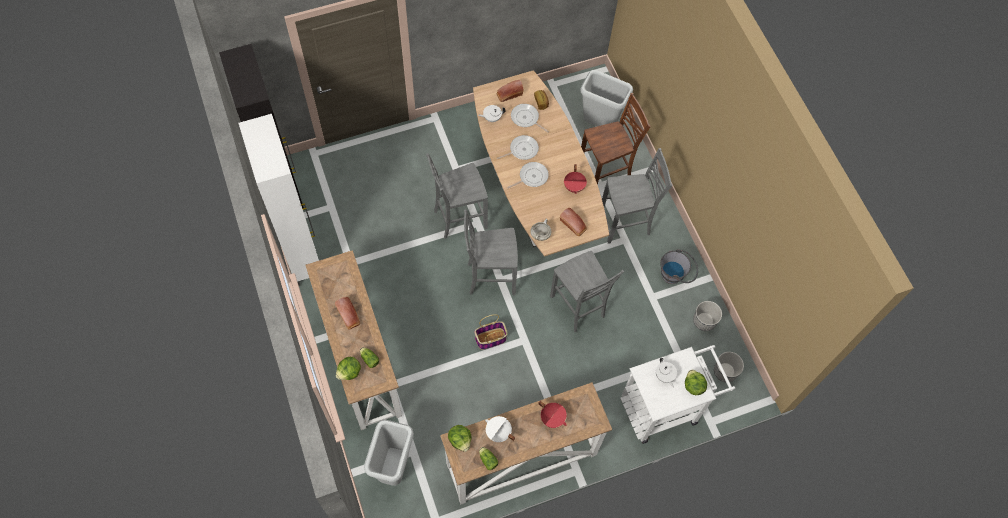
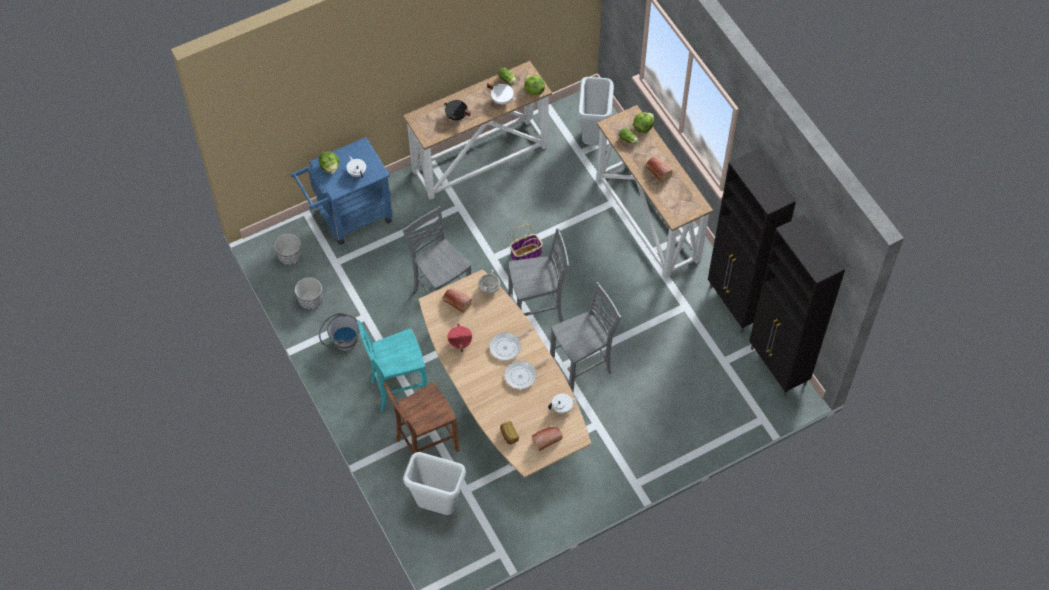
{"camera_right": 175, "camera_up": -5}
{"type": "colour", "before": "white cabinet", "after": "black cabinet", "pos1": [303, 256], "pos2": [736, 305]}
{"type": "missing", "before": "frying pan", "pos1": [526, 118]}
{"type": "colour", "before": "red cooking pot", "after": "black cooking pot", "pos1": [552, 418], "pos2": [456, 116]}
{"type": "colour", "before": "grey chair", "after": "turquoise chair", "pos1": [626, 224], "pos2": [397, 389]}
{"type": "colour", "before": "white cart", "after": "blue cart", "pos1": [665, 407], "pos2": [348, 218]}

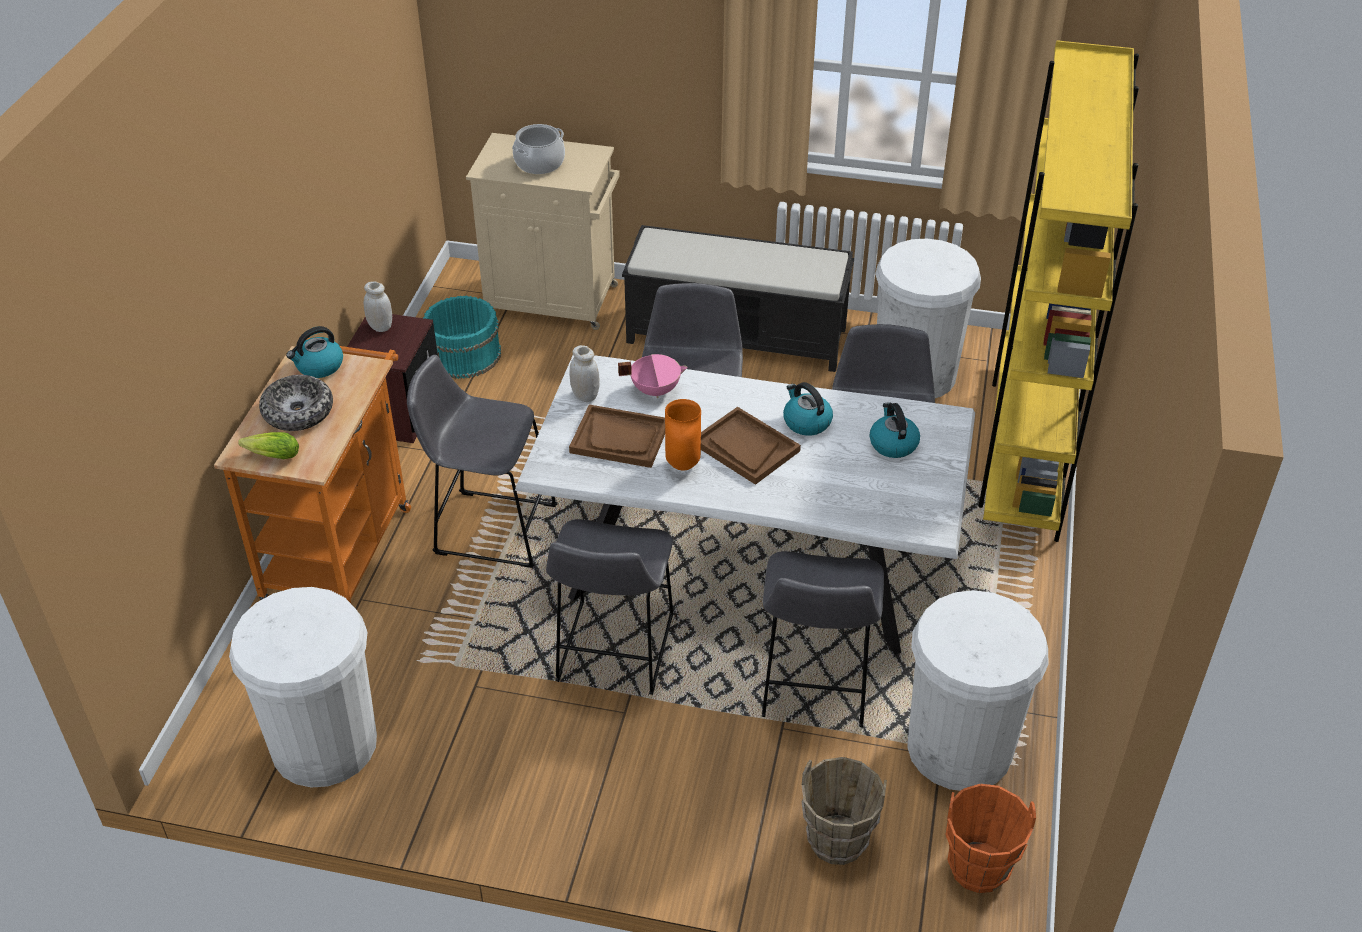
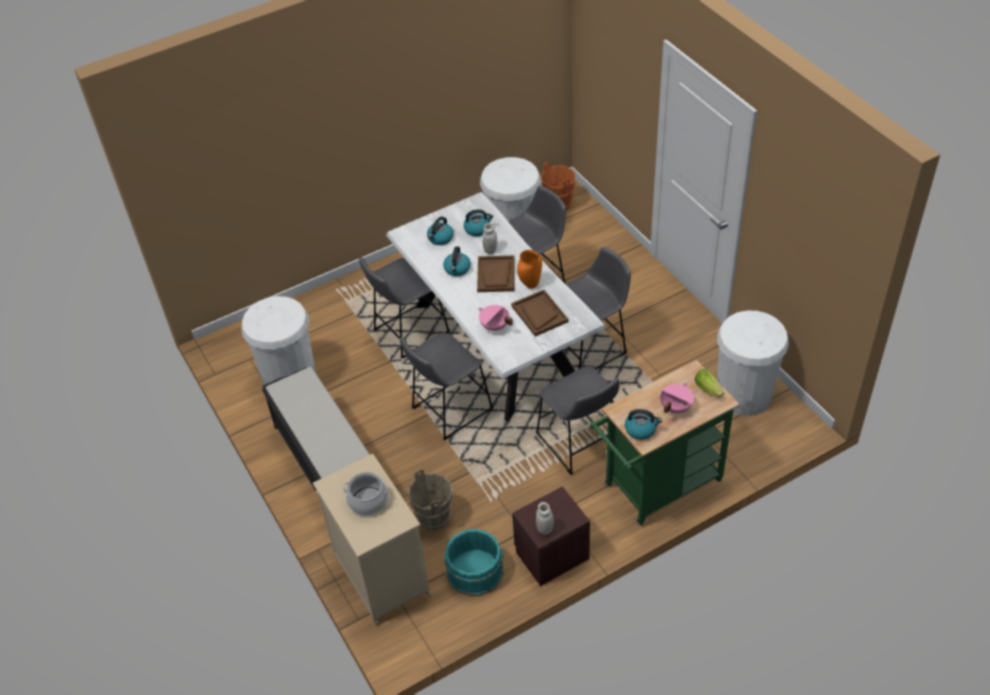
{"camera_right": -130, "camera_up": 5}
{"type": "colour", "before": "orange cart", "after": "green cart", "pos1": [341, 547], "pos2": [657, 487]}
{"type": "exchanged", "before": "bowl", "after": "pink cooking pot", "pos1": [298, 411], "pos2": [675, 407]}
{"type": "relocated", "before": "white jar", "pos1": [585, 396], "pos2": [490, 250]}
{"type": "relocated", "before": "brown bucket", "pos1": [837, 842], "pos2": [434, 517]}
{"type": "missing", "before": "yellow bookcase", "pos1": [1025, 449]}
{"type": "appeared", "after": "kettle", "pos2": [477, 229]}

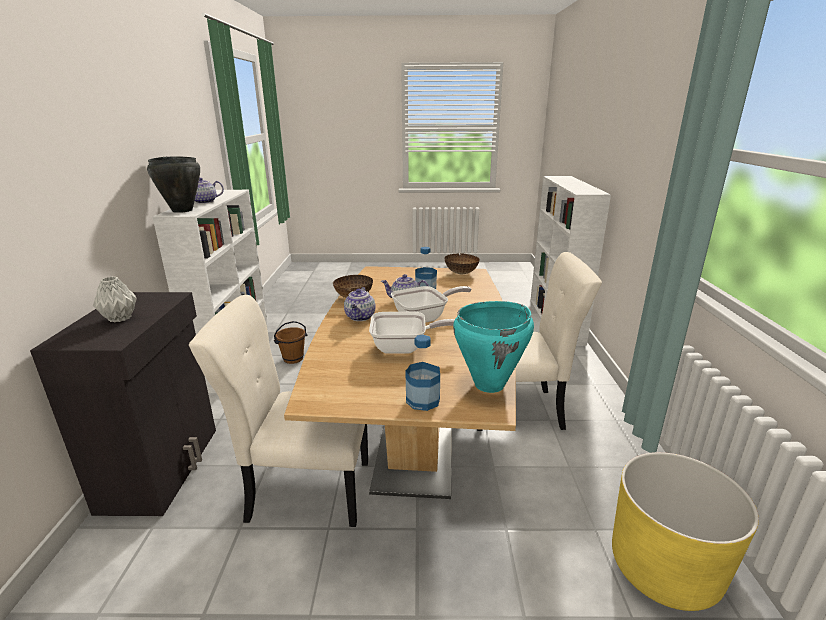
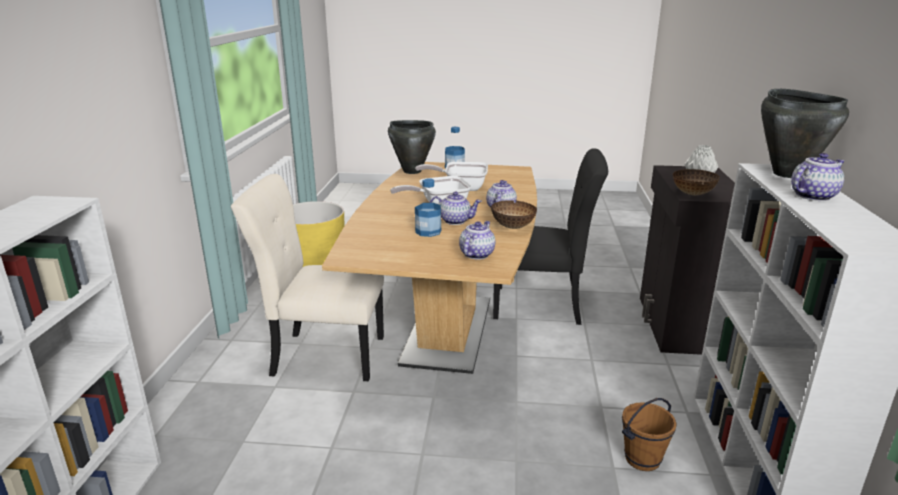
{"camera_right": -175, "camera_up": 0}
{"type": "colour", "before": "beige chair", "after": "black chair", "pos1": [304, 489], "pos2": [541, 306]}
{"type": "relocated", "before": "bowl", "pos1": [461, 273], "pos2": [692, 194]}
{"type": "colour", "before": "turquoise cooking pot", "after": "black cooking pot", "pos1": [490, 385], "pos2": [412, 171]}
{"type": "appeared", "after": "teapot", "pos2": [476, 254]}

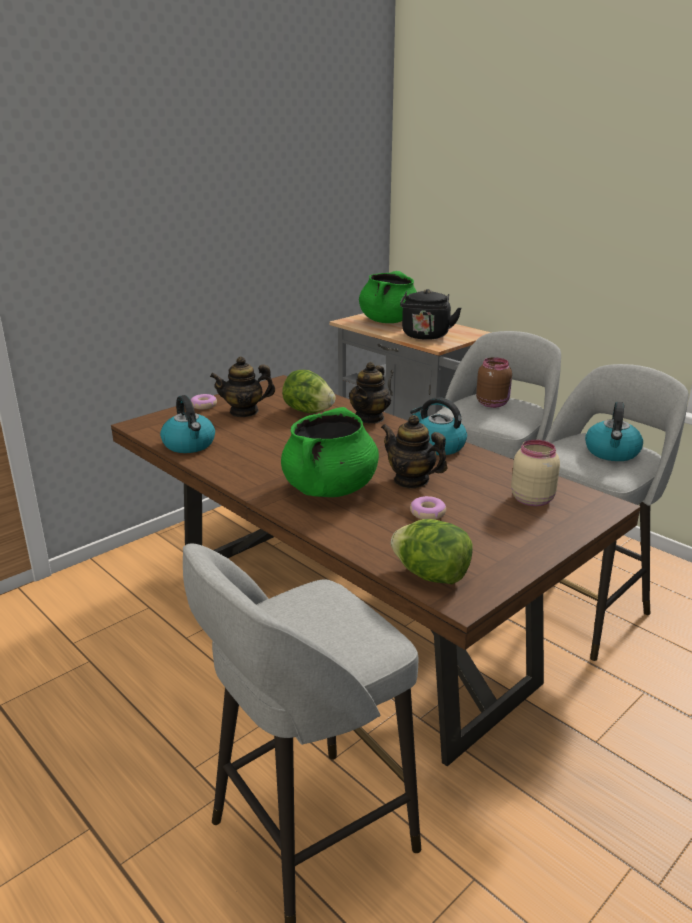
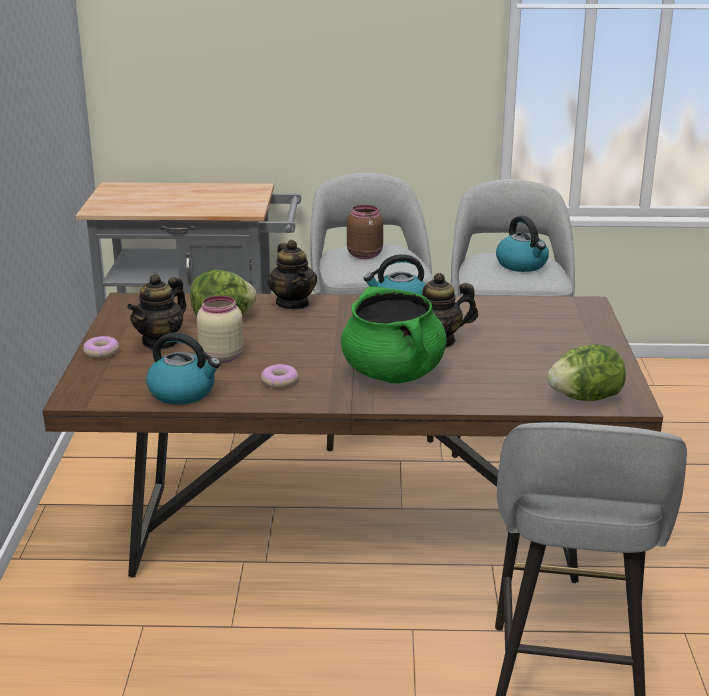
{"camera_right": -45, "camera_up": 0}
{"type": "missing", "before": "green cooking pot", "pos1": [388, 321]}
{"type": "missing", "before": "black kettle", "pos1": [425, 336]}
{"type": "relocated", "before": "donut", "pos1": [427, 513], "pos2": [279, 381]}
{"type": "relocated", "before": "beige jar", "pos1": [532, 499], "pos2": [220, 356]}

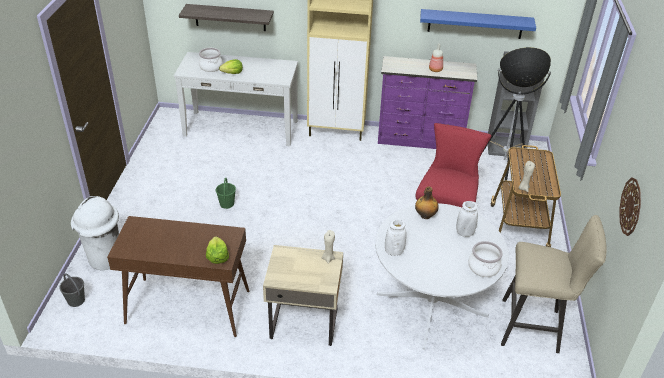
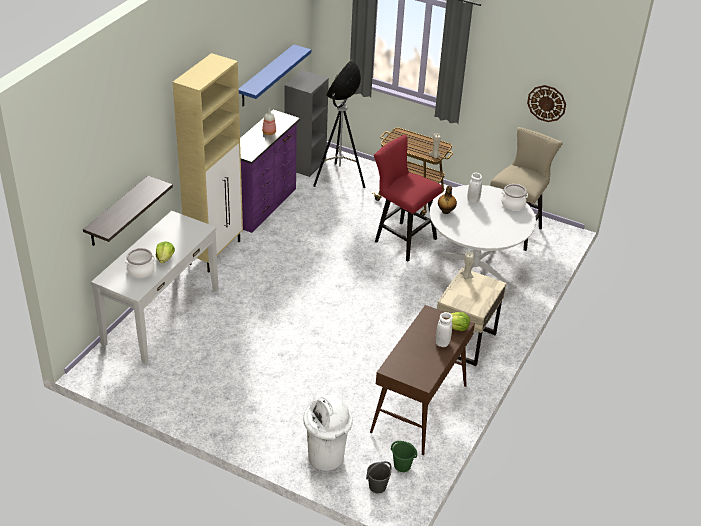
{"camera_right": -70, "camera_up": 0}
{"type": "relocated", "before": "green bucket", "pos1": [227, 203], "pos2": [402, 465]}
{"type": "relocated", "before": "white vase", "pos1": [394, 251], "pos2": [442, 342]}

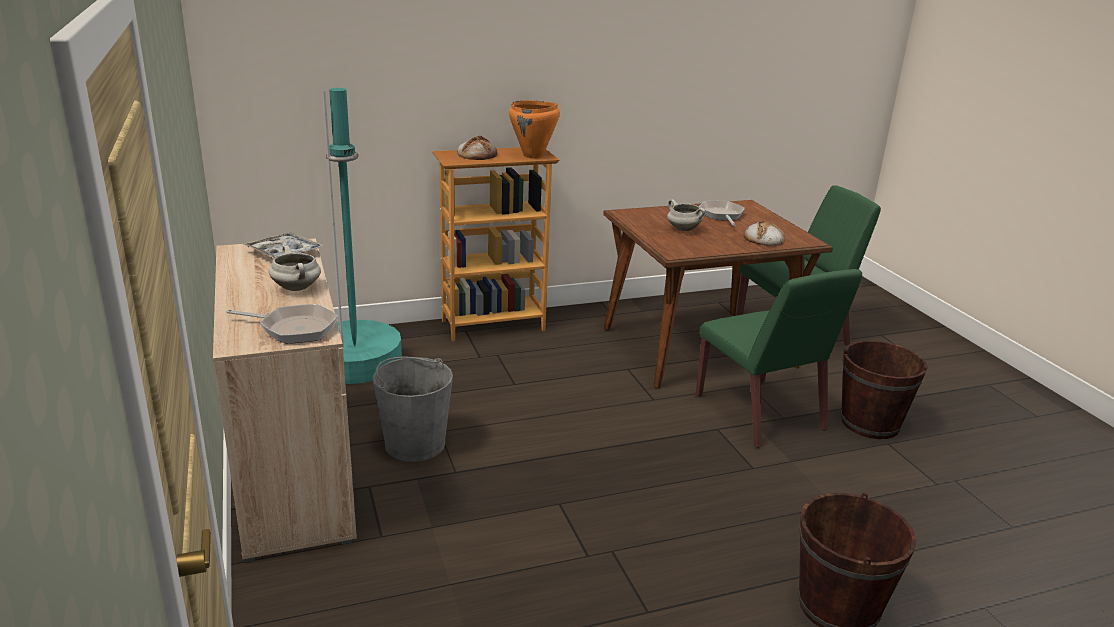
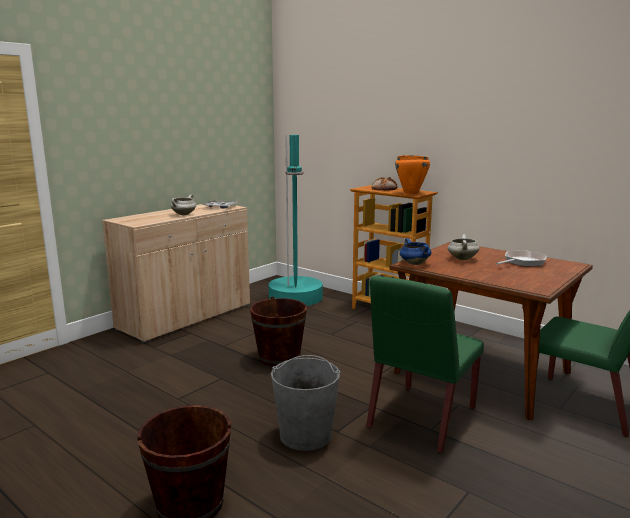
{"camera_right": 60, "camera_up": -10}
{"type": "missing", "before": "frying pan", "pos1": [294, 328]}
{"type": "relocated", "before": "grey bucket", "pos1": [414, 444], "pos2": [306, 434]}
{"type": "missing", "before": "bread", "pos1": [763, 239]}
{"type": "relocated", "before": "brown bucket", "pos1": [870, 423], "pos2": [279, 357]}
{"type": "appeared", "after": "blue cooking pot", "pos2": [414, 264]}

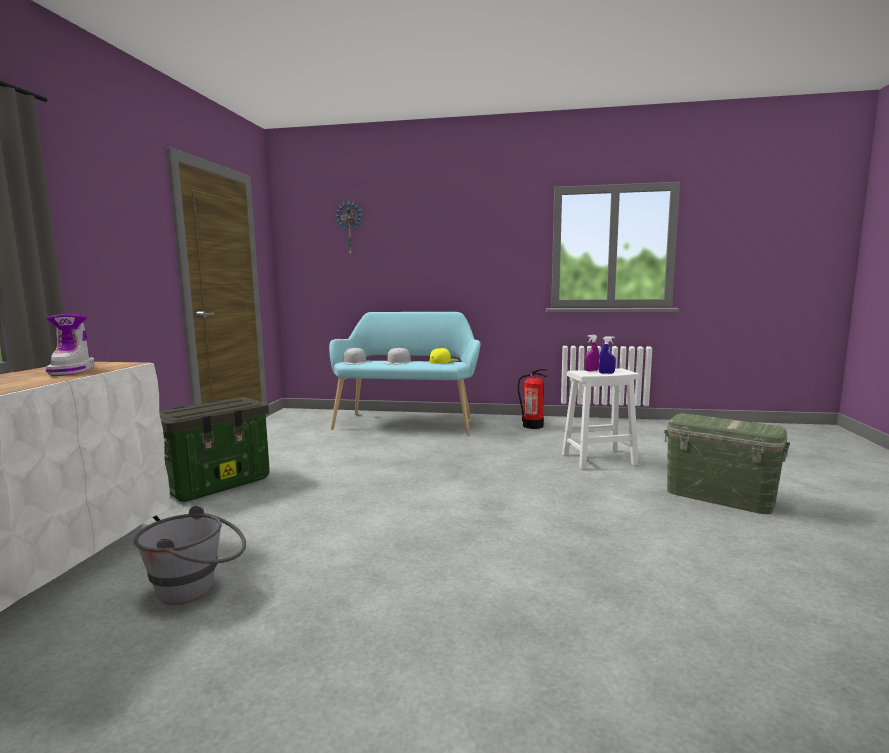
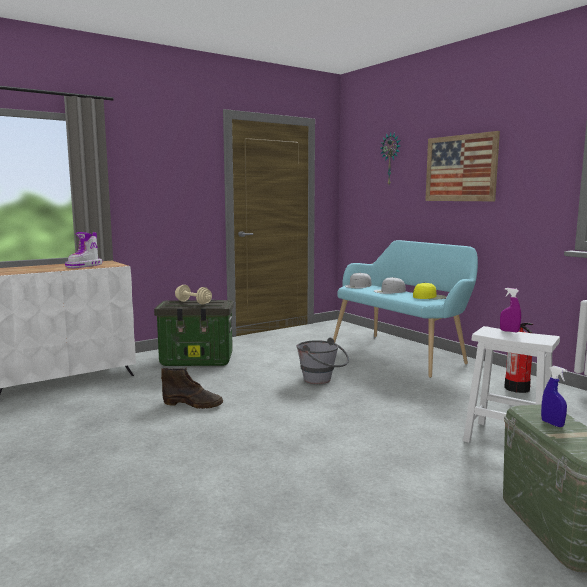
{"camera_right": 45, "camera_up": 0}
{"type": "relocated", "before": "grey bucket", "pos1": [198, 588], "pos2": [322, 380]}
{"type": "relocated", "before": "blue spray bottle", "pos1": [606, 373], "pos2": [552, 424]}
{"type": "appeared", "after": "brown boot", "pos2": [193, 404]}
{"type": "appeared", "after": "beige dumbbell", "pos2": [193, 302]}
{"type": "appeared", "after": "picture", "pos2": [460, 168]}

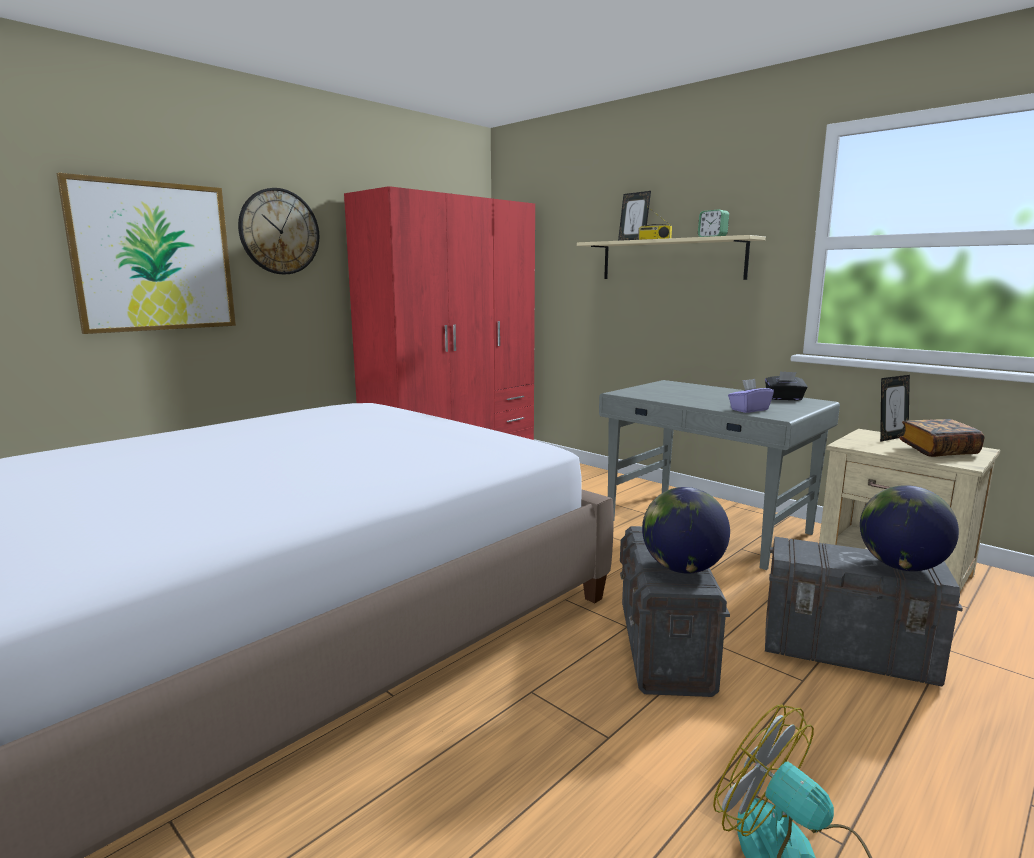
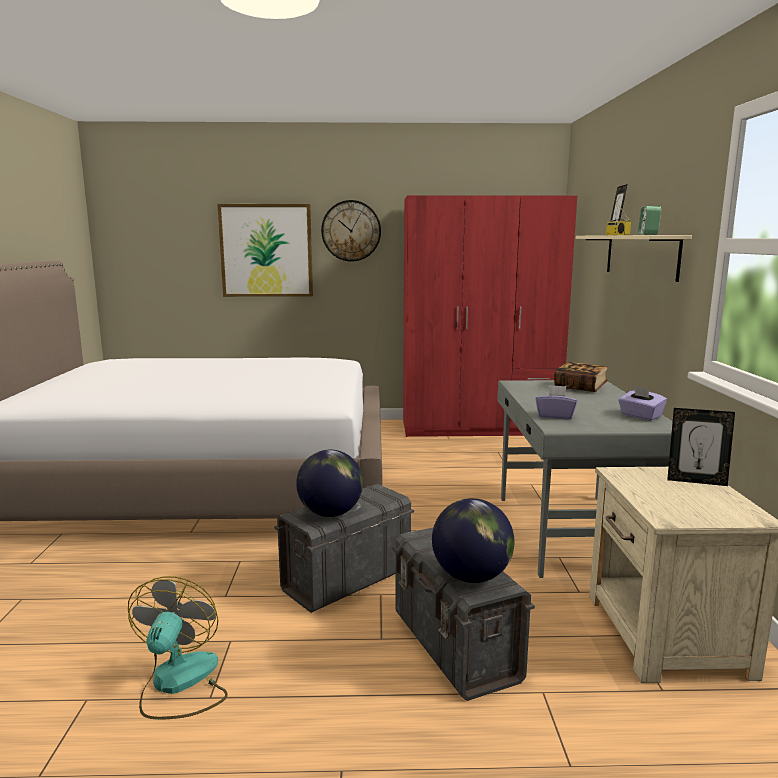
{"camera_right": 45, "camera_up": 0}
{"type": "colour", "before": "black tissue box", "after": "purple tissue box", "pos1": [784, 398], "pos2": [640, 416]}
{"type": "relocated", "before": "book", "pos1": [938, 451], "pos2": [580, 387]}

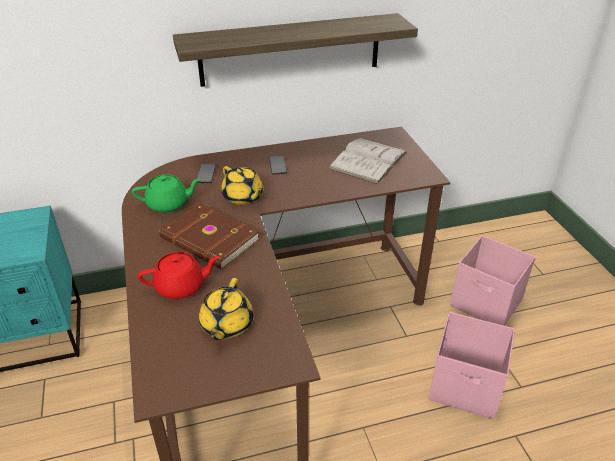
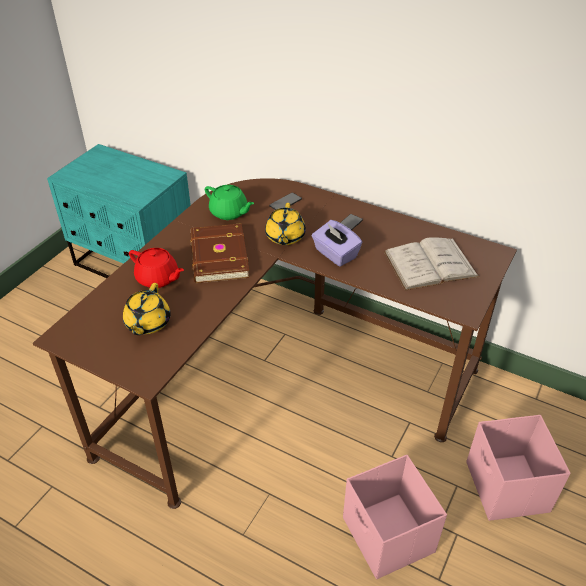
{"camera_right": 45, "camera_up": 5}
{"type": "missing", "before": "shelf", "pos1": [290, 50]}
{"type": "spun", "before": "yellow teapot", "pos1": [226, 325], "pos2": [147, 323], "turn": -45}
{"type": "appeared", "after": "purple tissue box", "pos2": [335, 254]}

